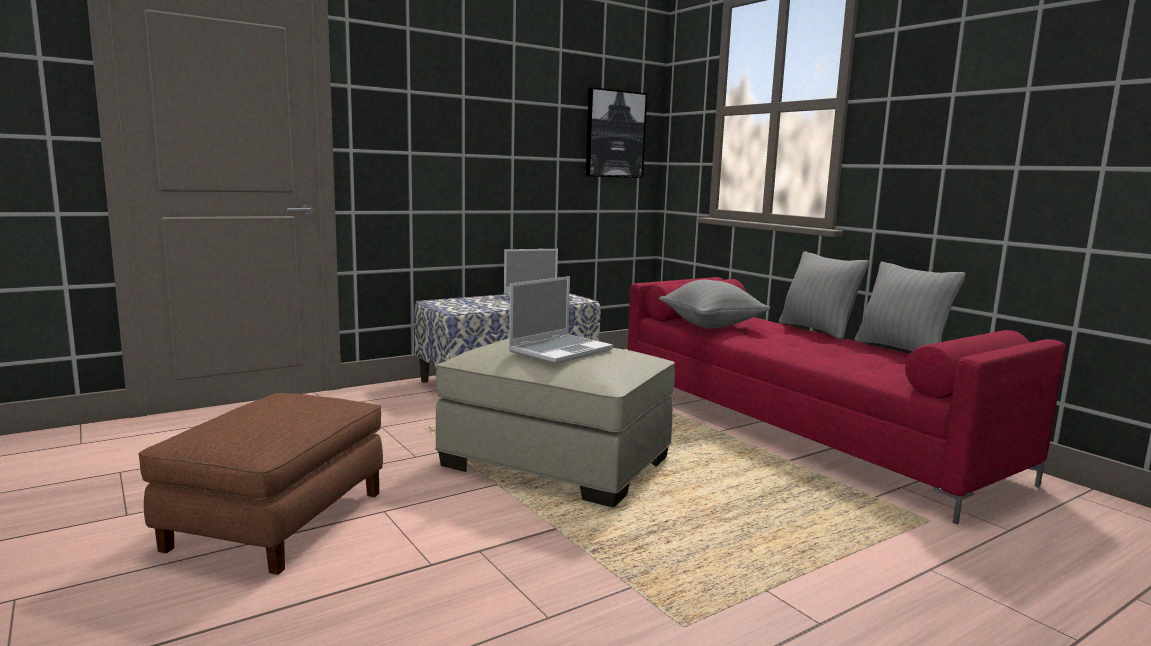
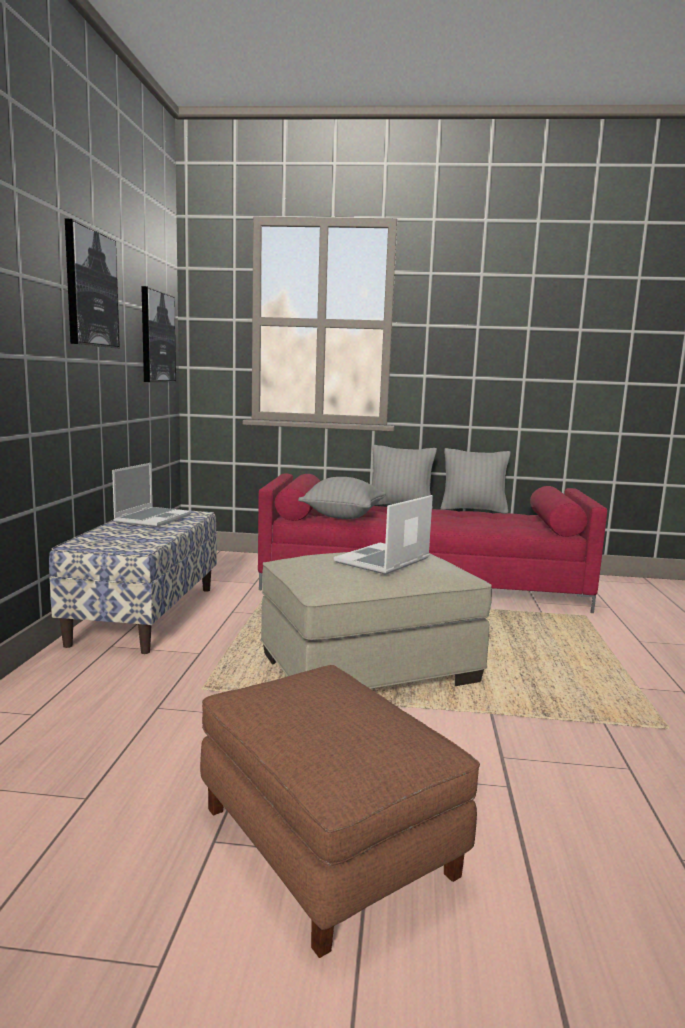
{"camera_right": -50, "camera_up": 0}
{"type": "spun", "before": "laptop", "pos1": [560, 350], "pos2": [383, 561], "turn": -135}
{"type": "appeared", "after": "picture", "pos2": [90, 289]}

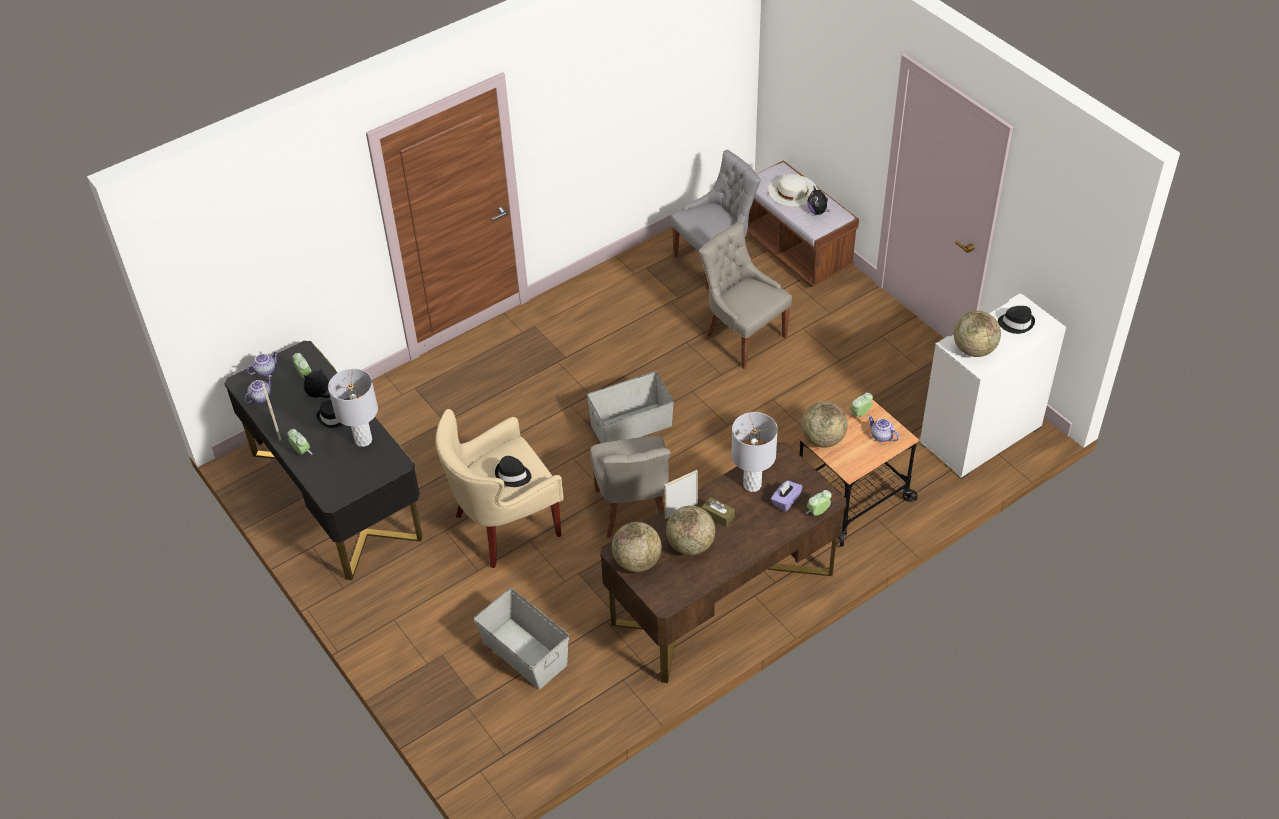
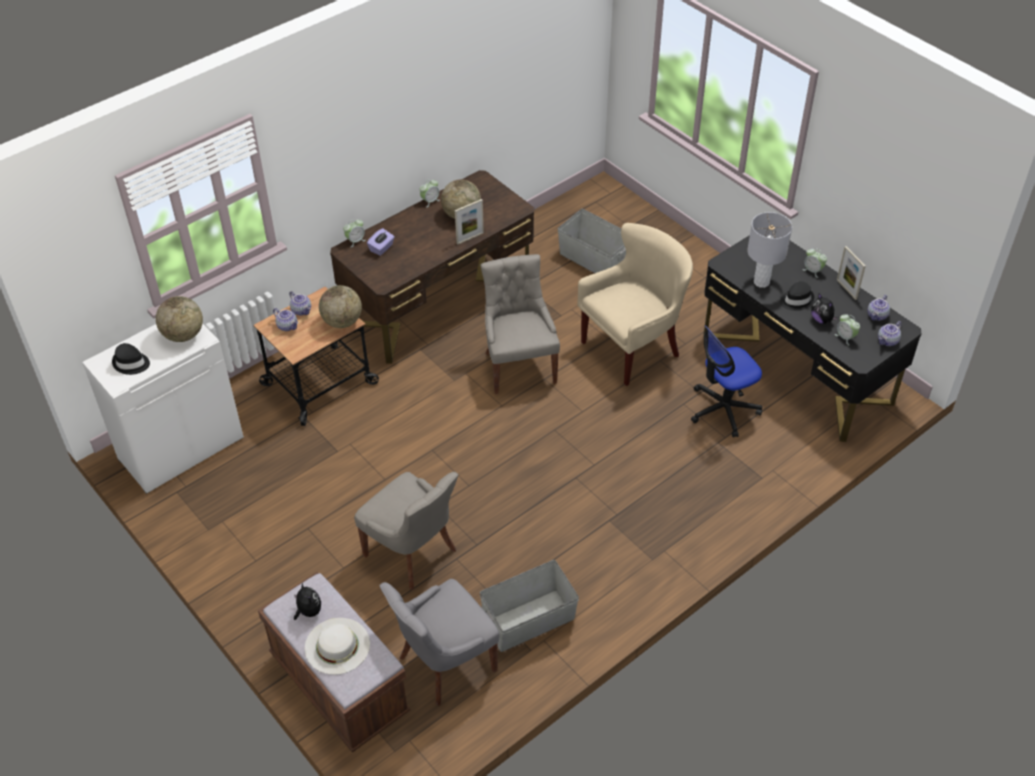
{"camera_right": 175, "camera_up": 0}
{"type": "spun", "before": "plush toy", "pos1": [319, 395], "pos2": [821, 319], "turn": 90}
{"type": "missing", "before": "black hat", "pos1": [513, 475]}
{"type": "relocated", "before": "grey storage box", "pos1": [630, 425], "pos2": [529, 620]}
{"type": "missing", "before": "globe", "pos1": [637, 561]}
{"type": "missing", "before": "brown tissue box", "pos1": [718, 516]}
{"type": "missing", "before": "grey table lamp", "pos1": [752, 485]}
{"type": "relocated", "before": "alarm clock", "pos1": [860, 414], "pos2": [430, 201]}
{"type": "appeared", "after": "teapot", "pos2": [302, 310]}
{"type": "appeared", "after": "office chair", "pos2": [723, 409]}

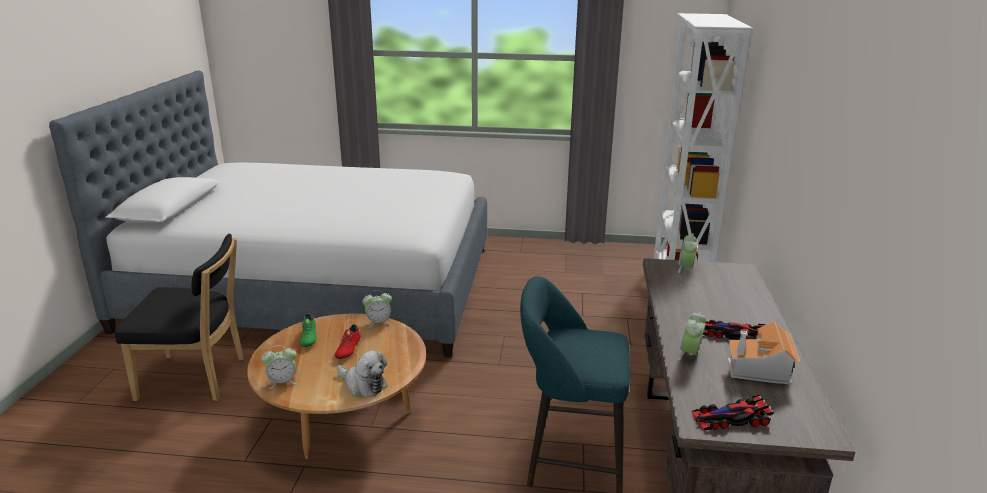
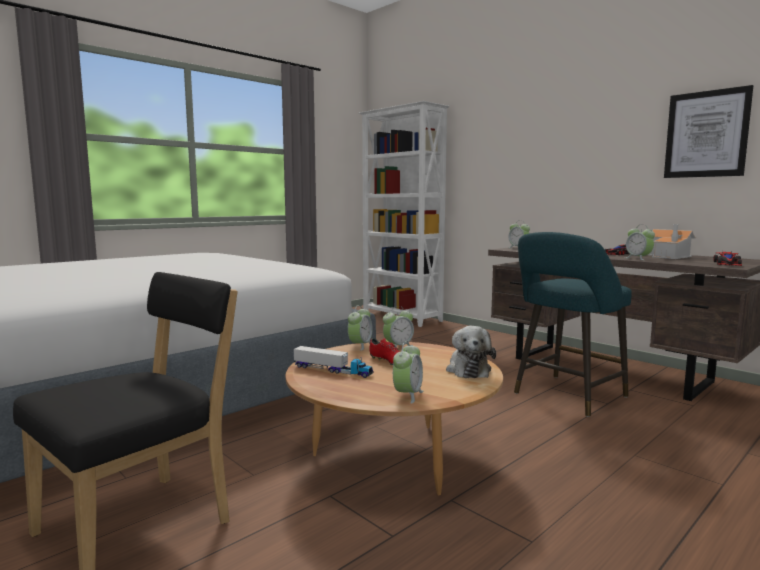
{"camera_right": -50, "camera_up": -15}
{"type": "exchanged", "before": "green shoe", "after": "toy truck", "pos1": [308, 337], "pos2": [332, 370]}
{"type": "spun", "before": "plush toy", "pos1": [363, 384], "pos2": [468, 369], "turn": 105}
{"type": "appeared", "after": "alarm clock", "pos2": [398, 347]}
{"type": "appeared", "after": "picture", "pos2": [706, 134]}

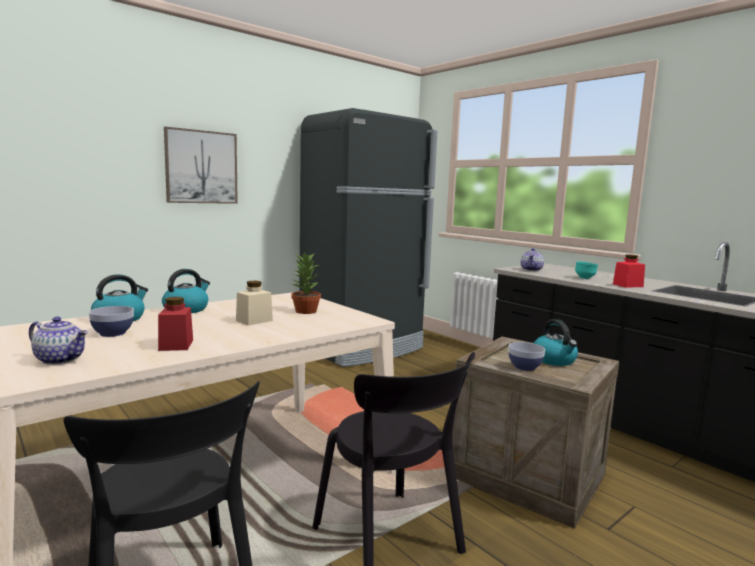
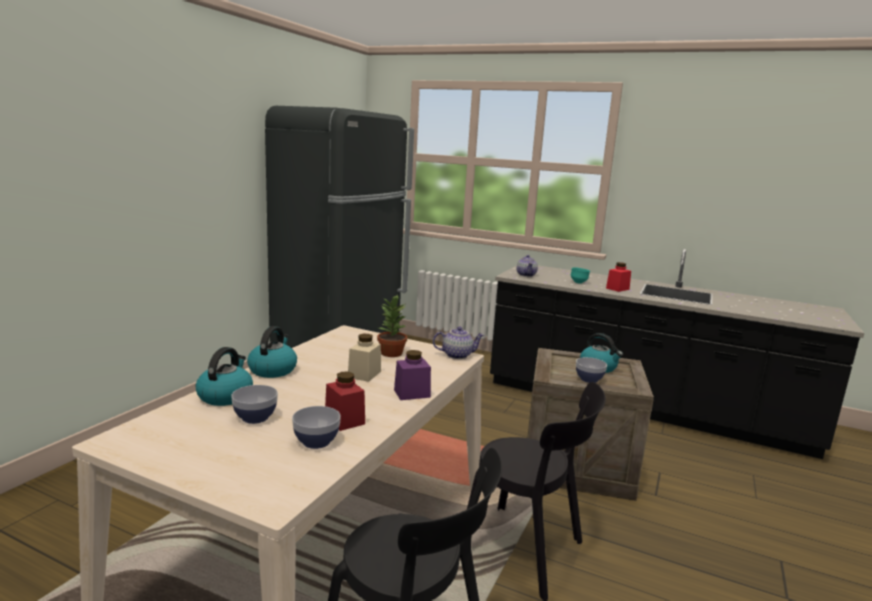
{"camera_right": -25, "camera_up": 5}
{"type": "relocated", "before": "teapot", "pos1": [61, 359], "pos2": [457, 355]}
{"type": "missing", "before": "picture", "pos1": [201, 167]}
{"type": "appeared", "after": "bowl", "pos2": [316, 441]}
{"type": "appeared", "after": "purple jar", "pos2": [412, 393]}

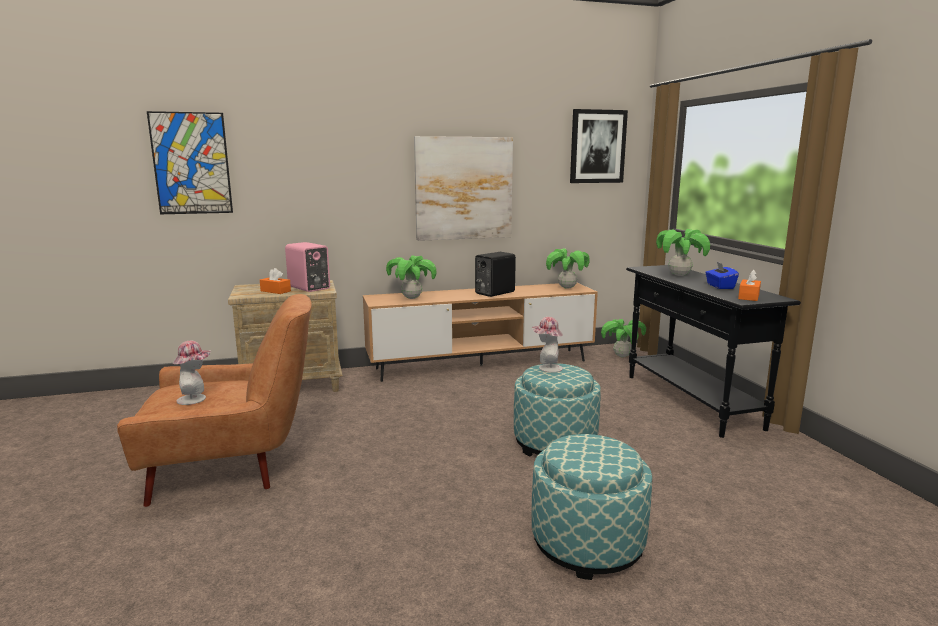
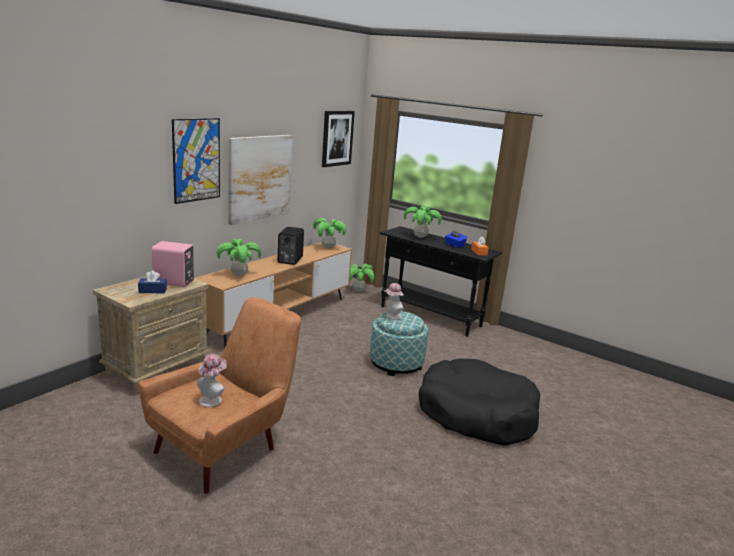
{"camera_right": -40, "camera_up": 5}
{"type": "relocated", "before": "picture", "pos1": [191, 163], "pos2": [196, 160]}
{"type": "colour", "before": "orange tissue box", "after": "blue tissue box", "pos1": [275, 291], "pos2": [152, 290]}
{"type": "exchanged", "before": "ottoman", "after": "black dog bed", "pos1": [587, 544], "pos2": [476, 414]}

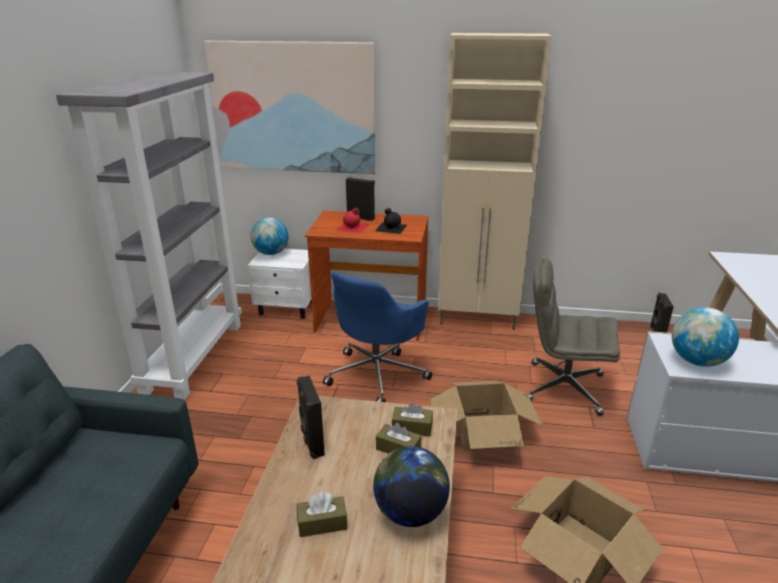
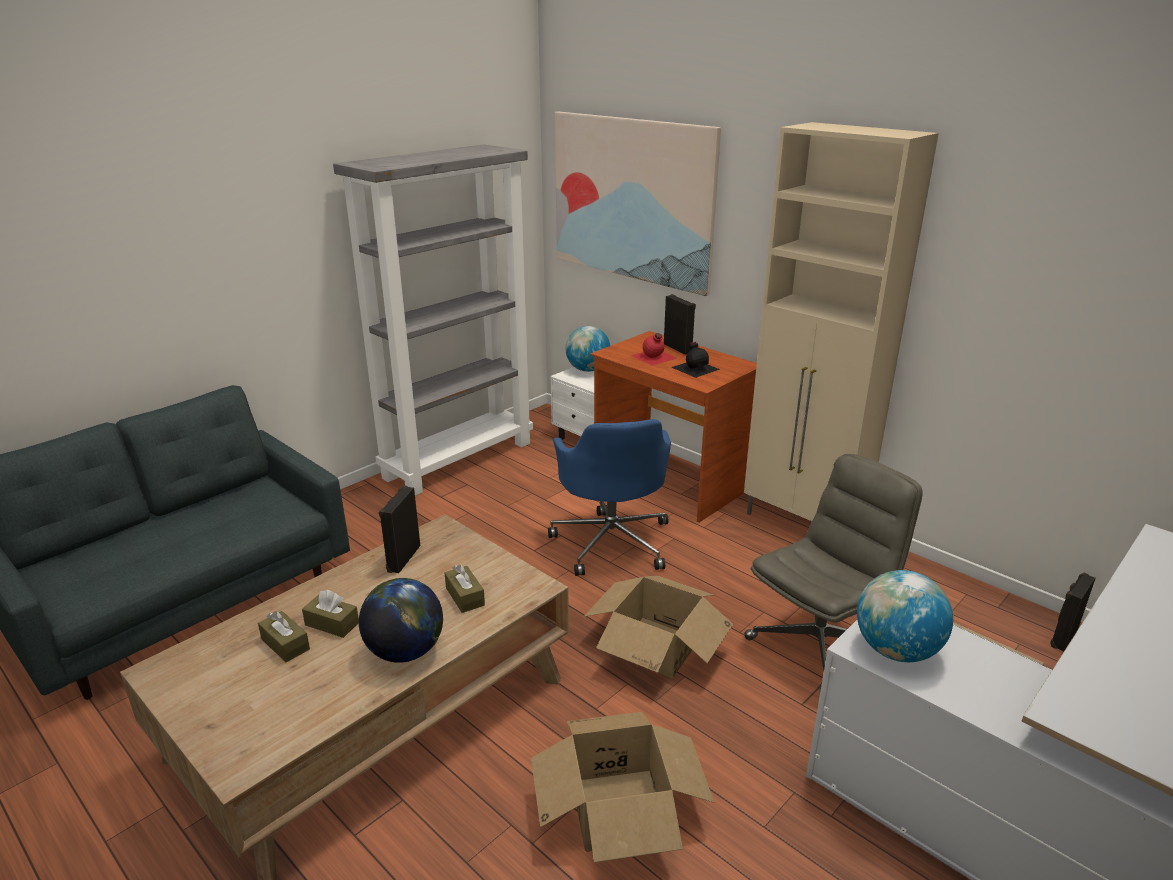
{"camera_right": 35, "camera_up": 0}
{"type": "spun", "before": "blue office chair", "pos1": [377, 374], "pos2": [612, 541], "turn": -75}
{"type": "relocated", "before": "brown tissue box", "pos1": [412, 428], "pos2": [285, 644]}
{"type": "spun", "before": "grey office chair", "pos1": [563, 388], "pos2": [818, 644], "turn": 90}

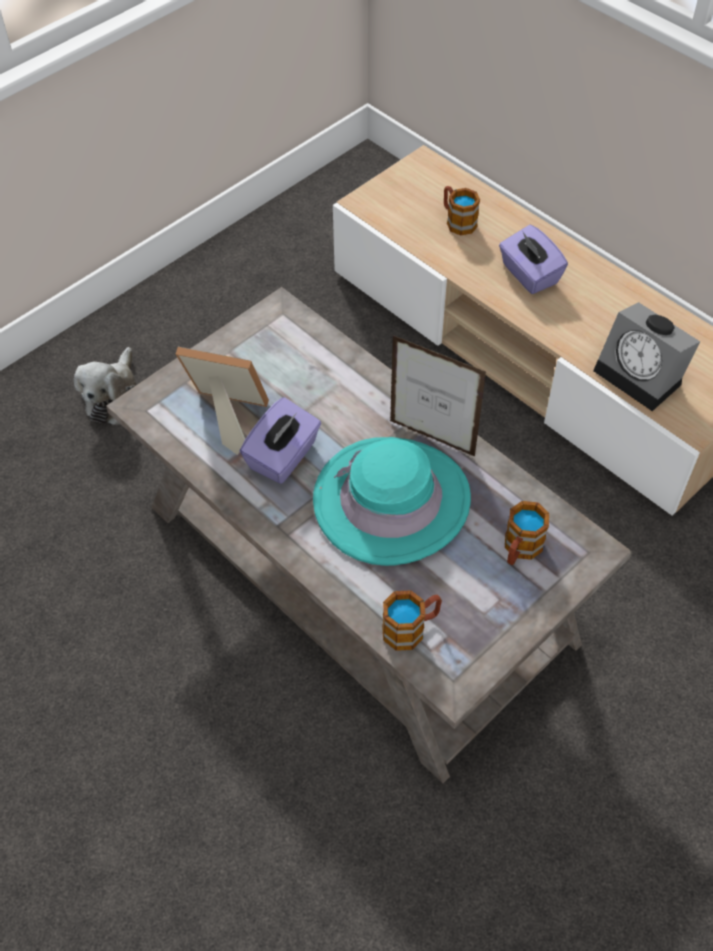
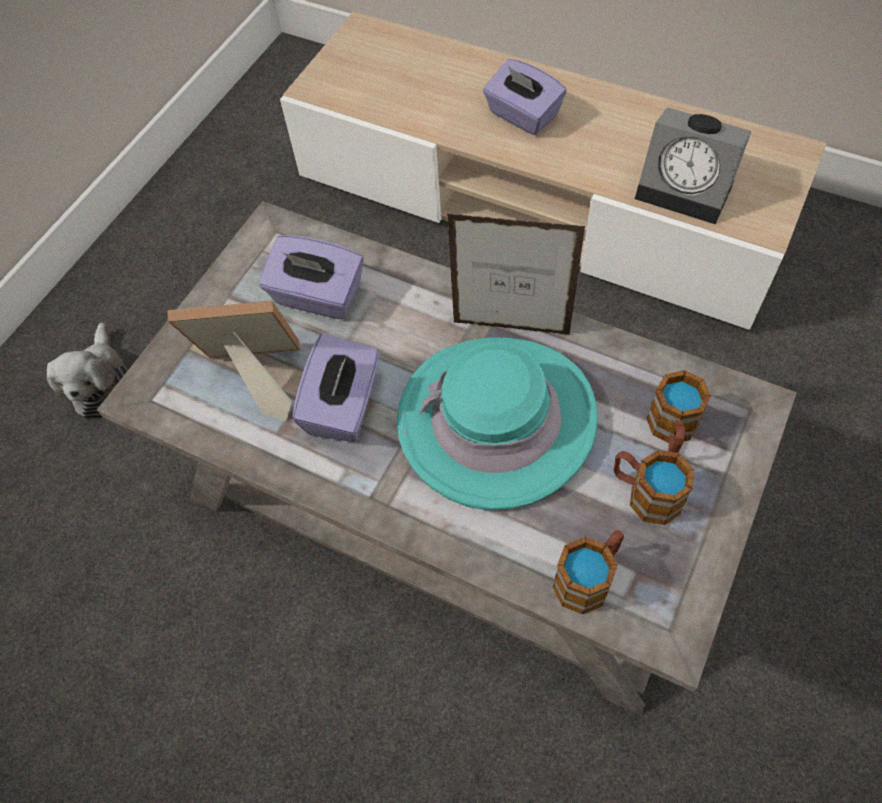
{"camera_right": -15, "camera_up": 5}
{"type": "relocated", "before": "mug", "pos1": [457, 221], "pos2": [644, 494]}
{"type": "appeared", "after": "purple tissue box", "pos2": [317, 297]}

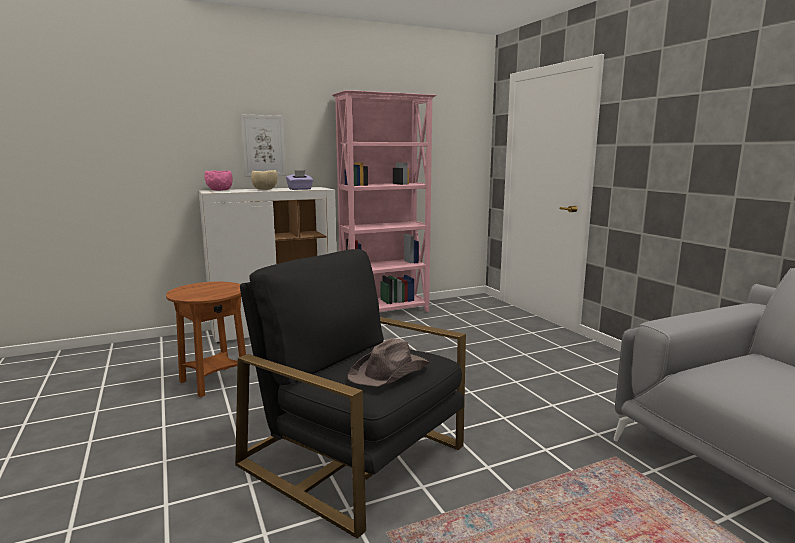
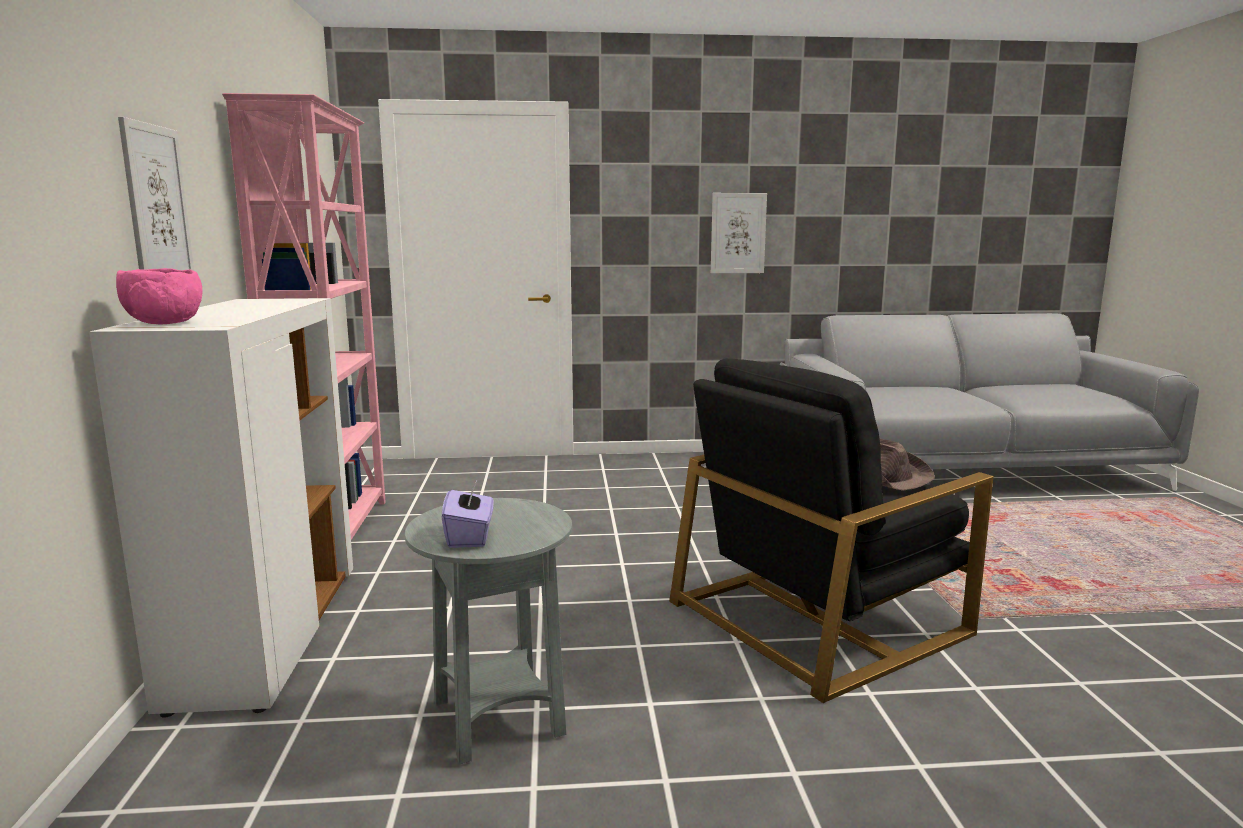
{"camera_right": -70, "camera_up": 0}
{"type": "colour", "before": "brown side table", "after": "grey side table", "pos1": [214, 382], "pos2": [497, 719]}
{"type": "missing", "before": "beige bowl", "pos1": [265, 189]}
{"type": "relocated", "before": "purple tissue box", "pos1": [300, 189], "pos2": [470, 537]}
{"type": "appeared", "after": "picture", "pos2": [738, 233]}

